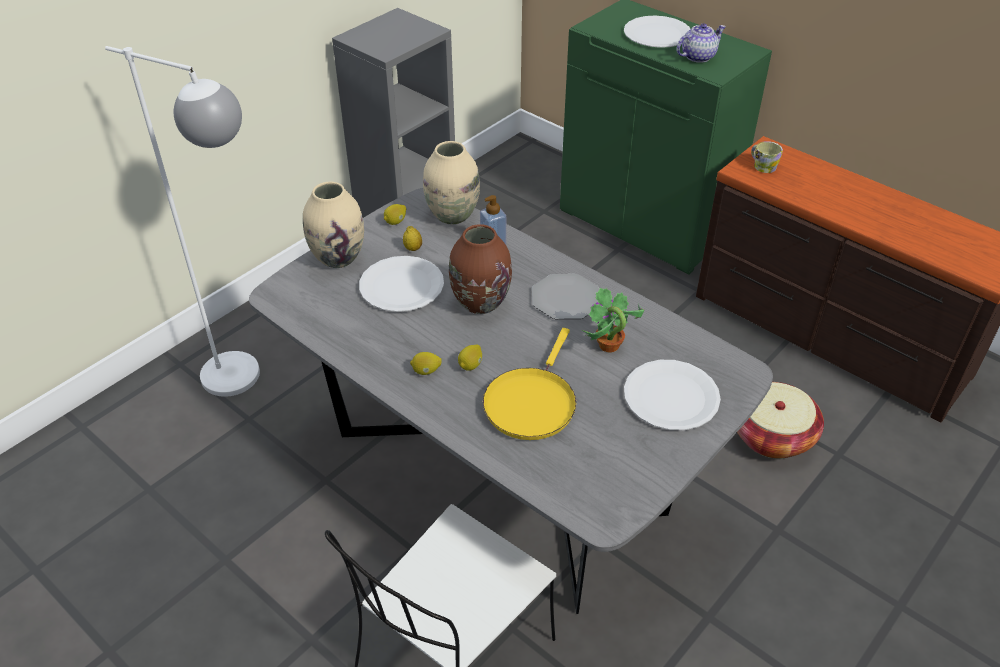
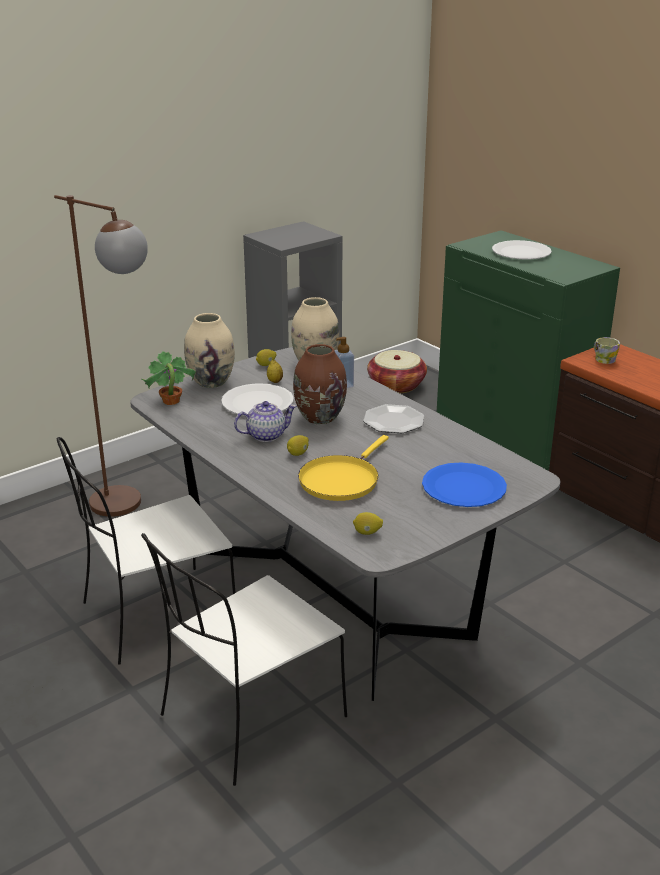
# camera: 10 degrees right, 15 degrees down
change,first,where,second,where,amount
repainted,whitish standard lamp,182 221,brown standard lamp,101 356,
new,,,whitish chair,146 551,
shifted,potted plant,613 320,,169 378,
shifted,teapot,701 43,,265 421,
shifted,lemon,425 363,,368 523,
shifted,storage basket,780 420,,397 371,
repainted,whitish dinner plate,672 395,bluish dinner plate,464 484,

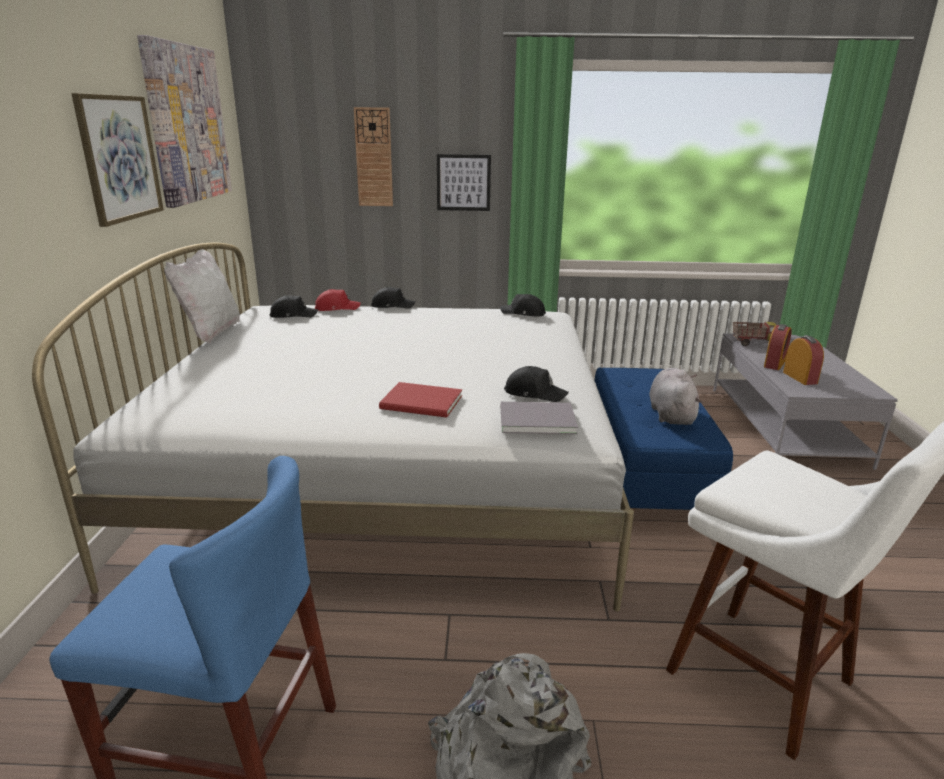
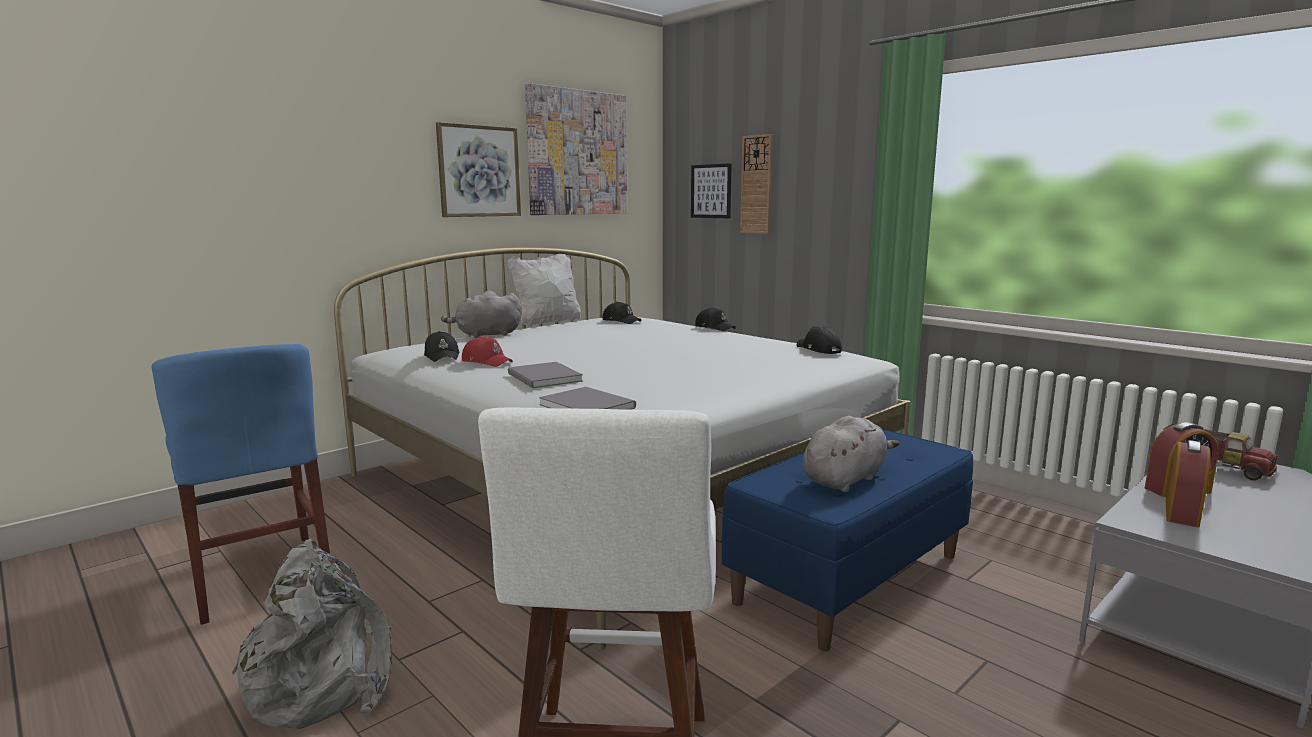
# camera: 45 degrees right, 10 degrees down
change,first,where,second,where,amount
shifted,black cap,536 384,,442 346,
new,,,greyish cuddly toy,481 314,
shifted,reddish cap,338 300,,487 351,
repainted,reddish bound book,420 400,greyish bound book,545 375,
shifted,picture,464 182,,711 190,

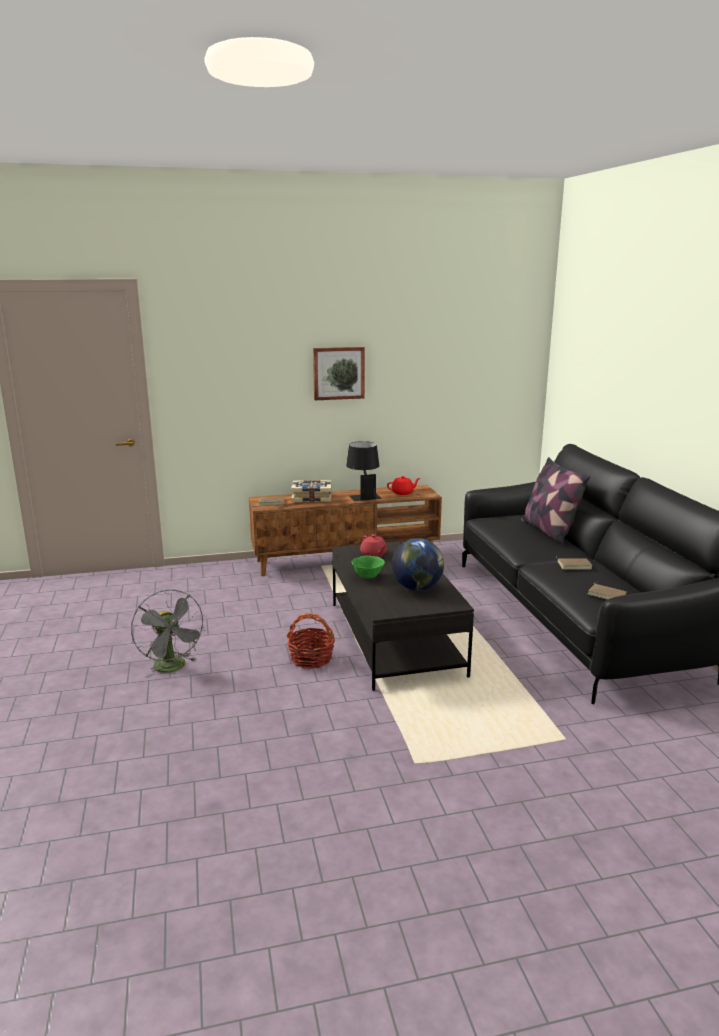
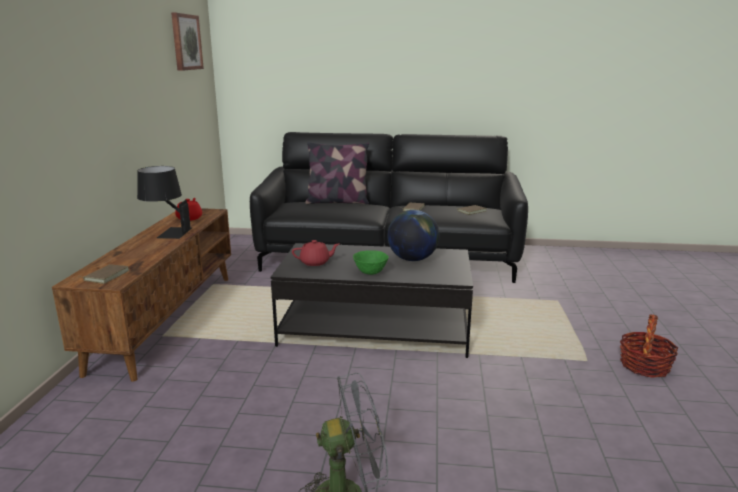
# camera: 70 degrees left, 0 degrees up
change,first,where,second,where,amount
shifted,picture,339 373,,187 42,
shifted,storage basket,311 641,,649 346,
gone,bound book,311 491,,,

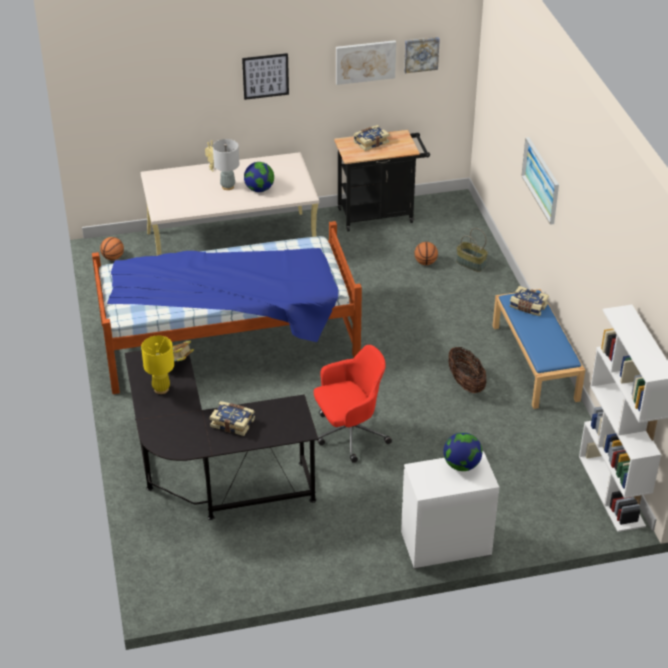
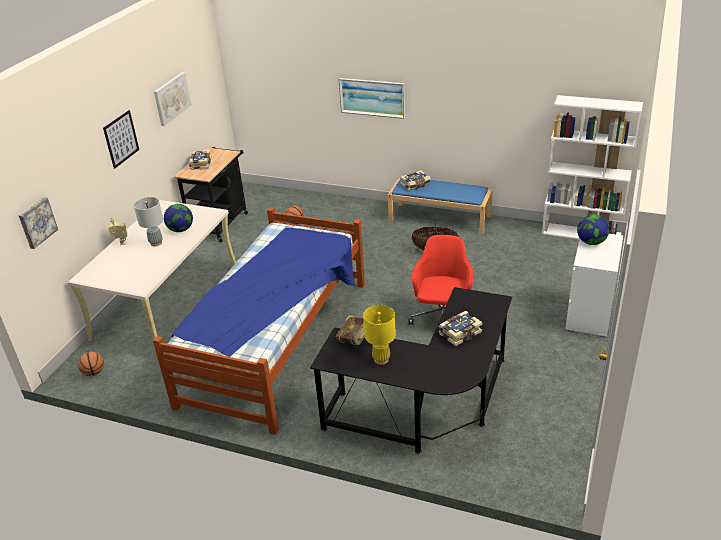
# camera: 55 degrees left, 5 degrees down
change,first,where,second,where,amount
shifted,picture,422 55,,38 223,
gone,storage basket,472 250,,,

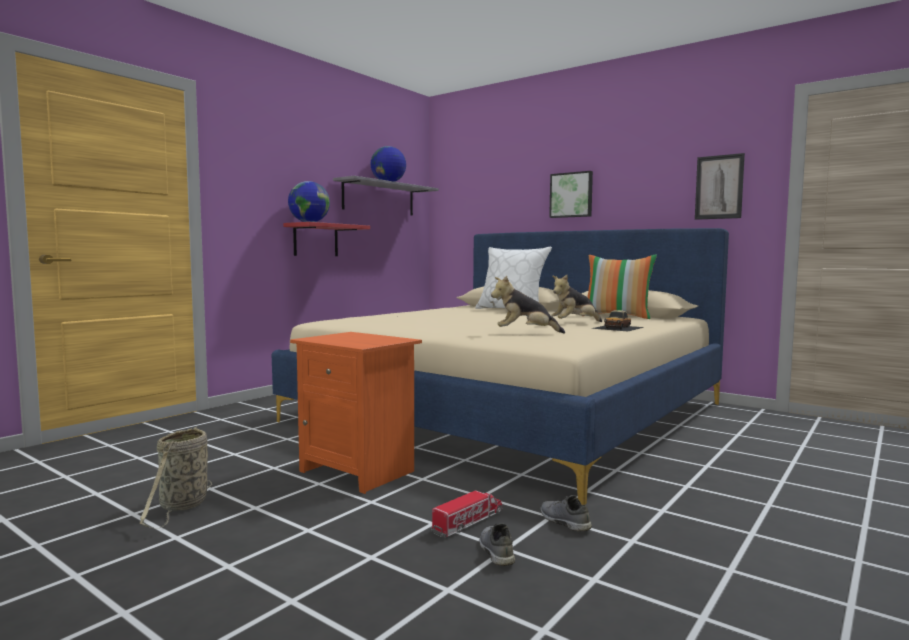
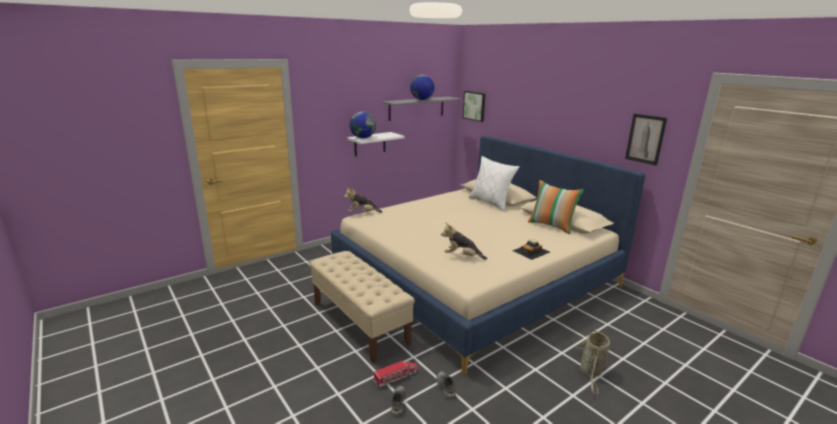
# camera: 15 degrees right, 15 degrees up
change,first,where,second,where,amount
swapped,orange-coloured nightstand,356 413,beige long seat,362 307,
shifted,cuddly toy,576 298,,363 200,
repainted,reddish shelf,326 239,whitish shelf,376 144,
shifted,picture,571 194,,474 106,
shifted,storage basket,176 477,,593 361,

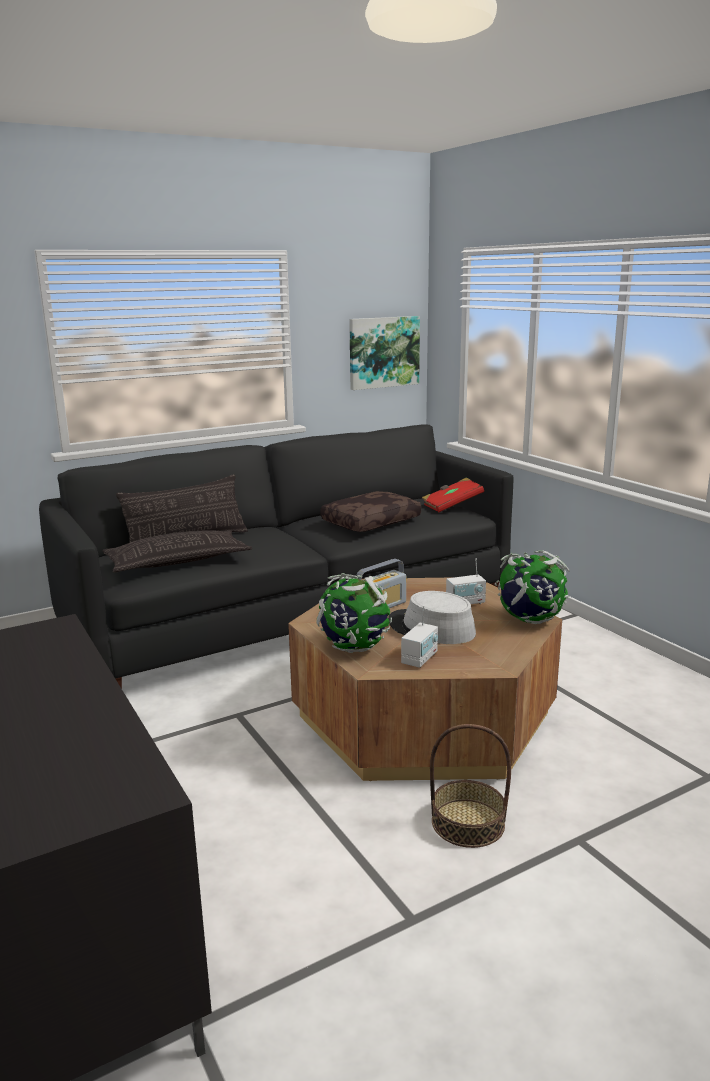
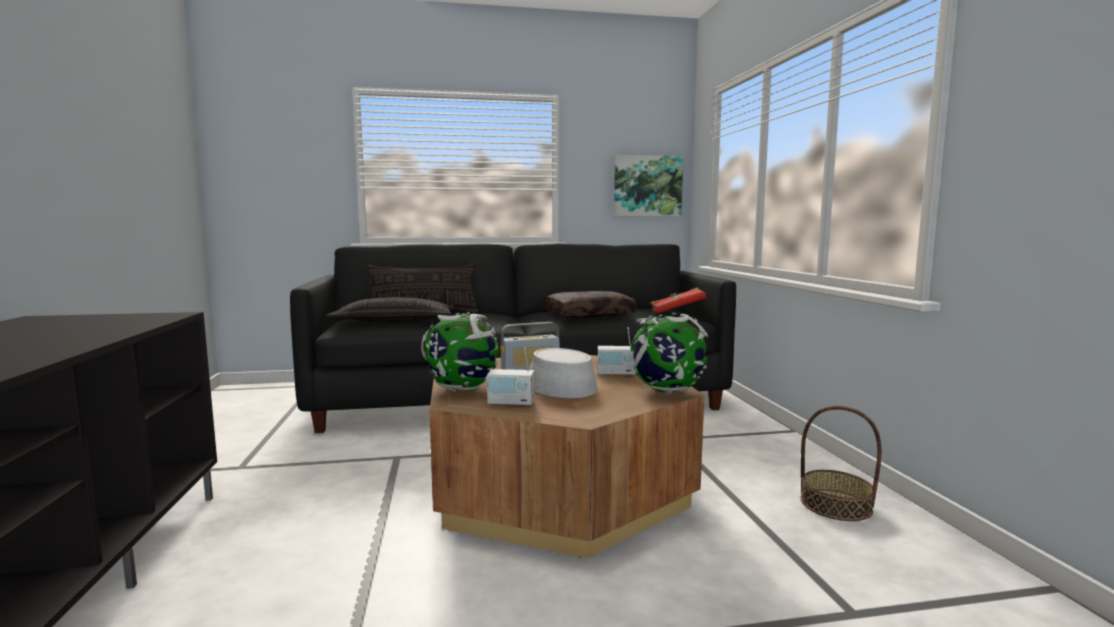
# camera: 20 degrees right, 10 degrees down
change,first,where,second,where,amount
rotated,radio,419 636,,511 377,45 degrees clockwise
shifted,storage basket,470 786,,841 463,

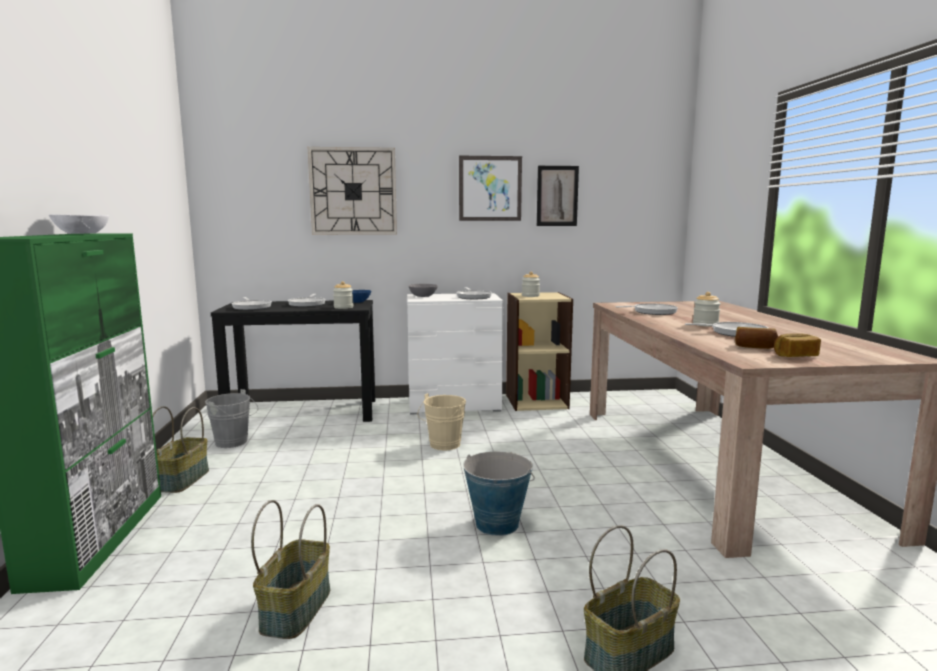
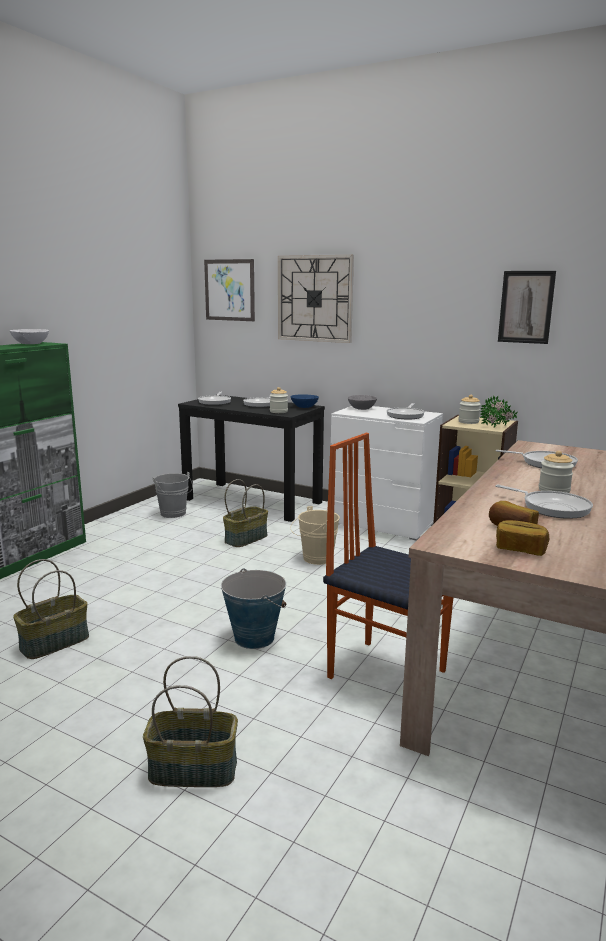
# camera: 35 degrees right, 5 degrees up
change,first,where,second,where,amount
shifted,picture,490 188,,229 290,
shifted,storage basket,180 449,,245 513,
new,,,chair,388 556,
new,,,potted plant,499 411,

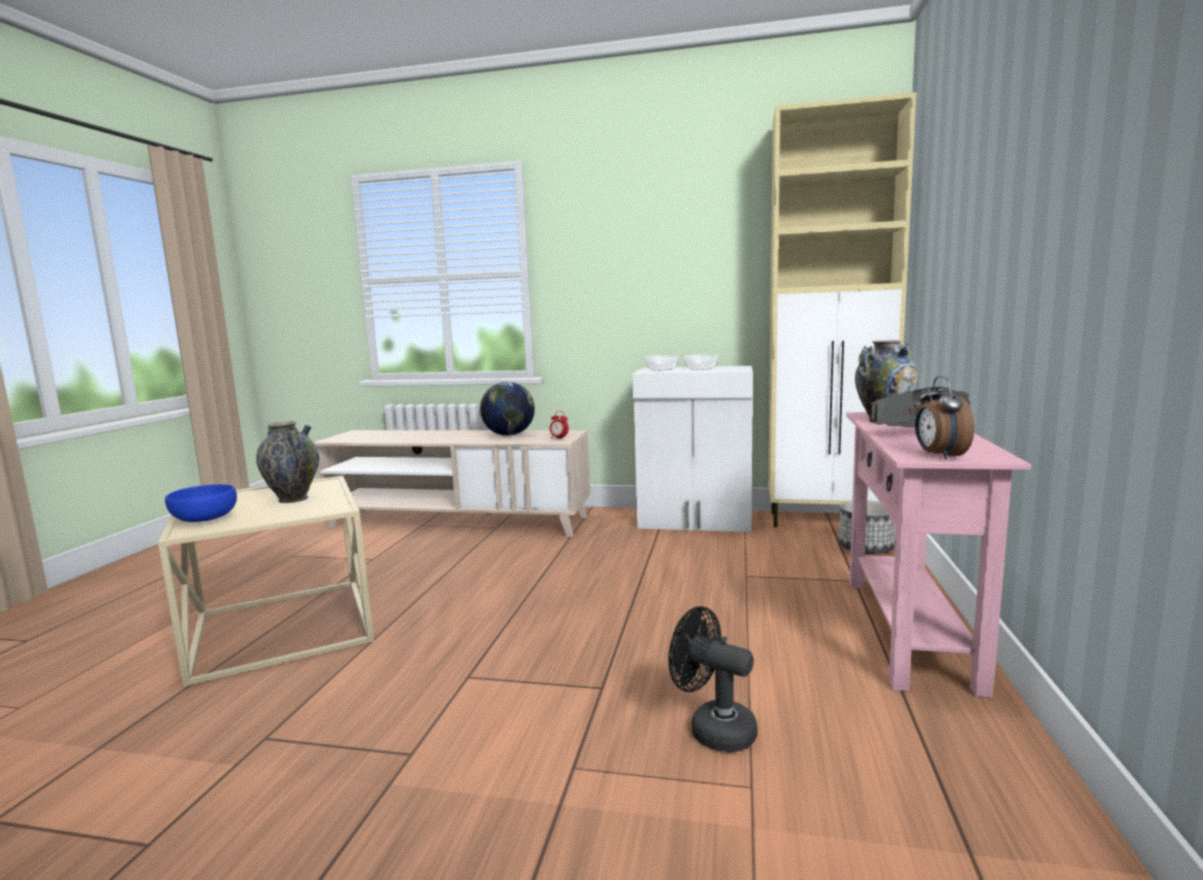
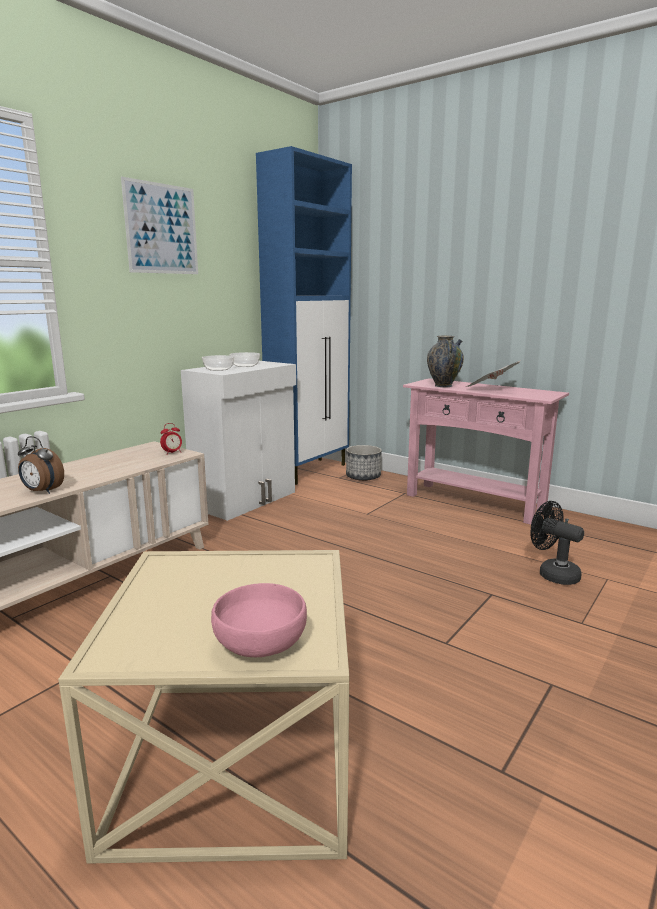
# camera: 65 degrees left, 5 degrees up
change,first,where,second,where,amount
shifted,alarm clock,944 418,,41 465,
new,,,picture,159 225,
repainted,bluish bowl,201 503,pink-coloured bowl,259 620,
repainted,beige cupboard,842 309,bluish cupboard,304 315,
rotated,black cooling fan,713 679,,557 543,75 degrees clockwise
gone,decorative vase,287 462,,,
gone,desk globe,507 409,,,

